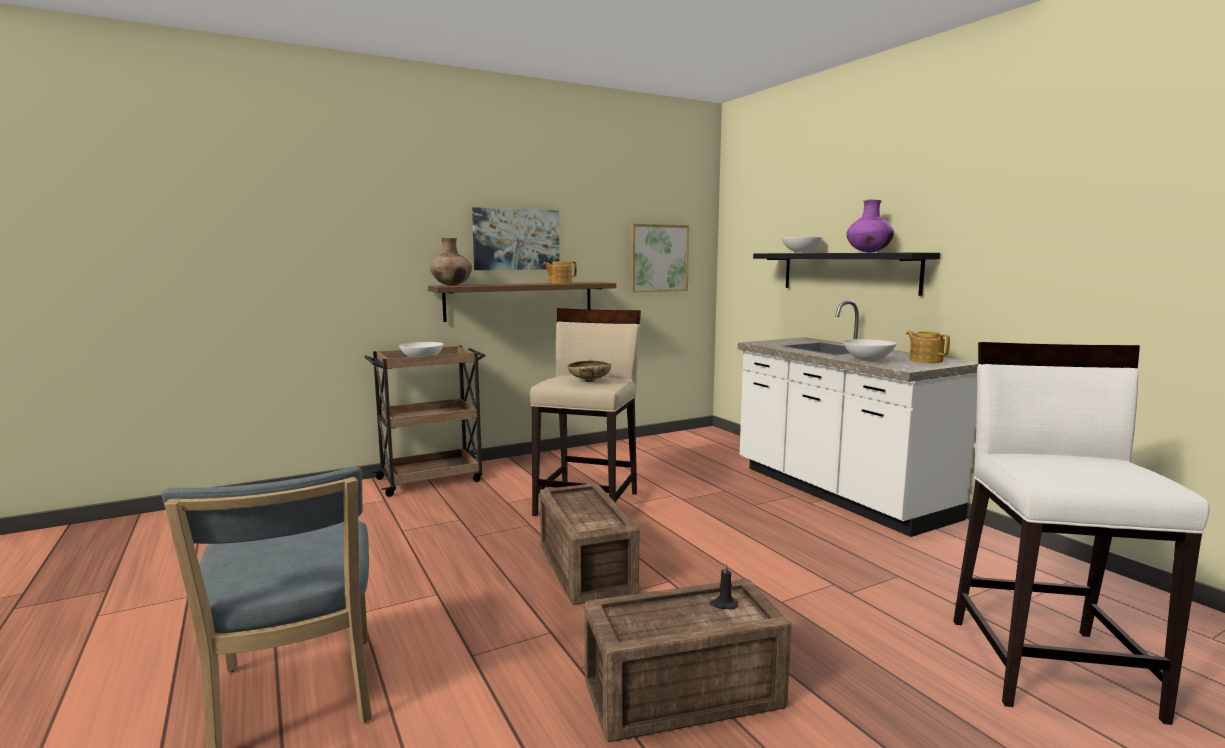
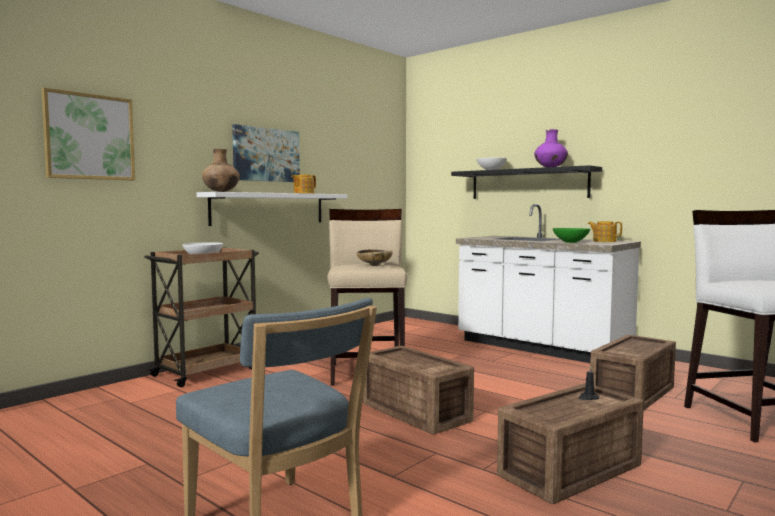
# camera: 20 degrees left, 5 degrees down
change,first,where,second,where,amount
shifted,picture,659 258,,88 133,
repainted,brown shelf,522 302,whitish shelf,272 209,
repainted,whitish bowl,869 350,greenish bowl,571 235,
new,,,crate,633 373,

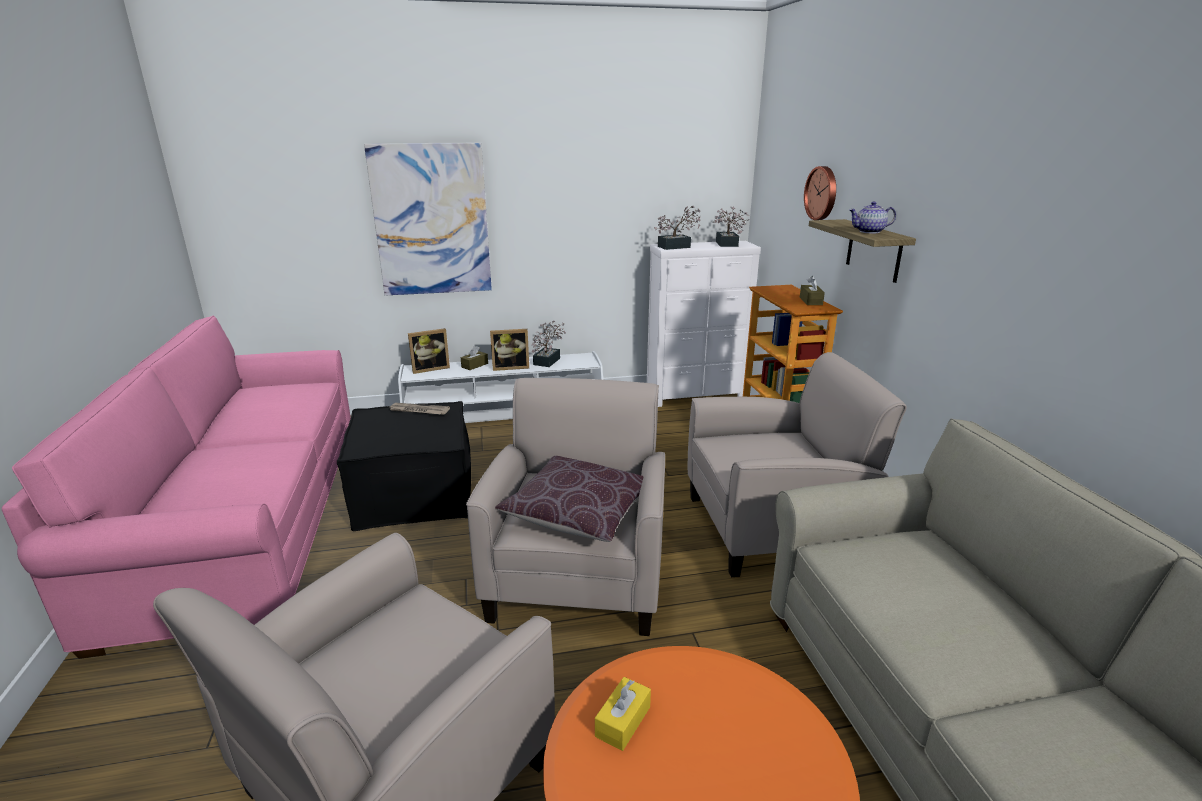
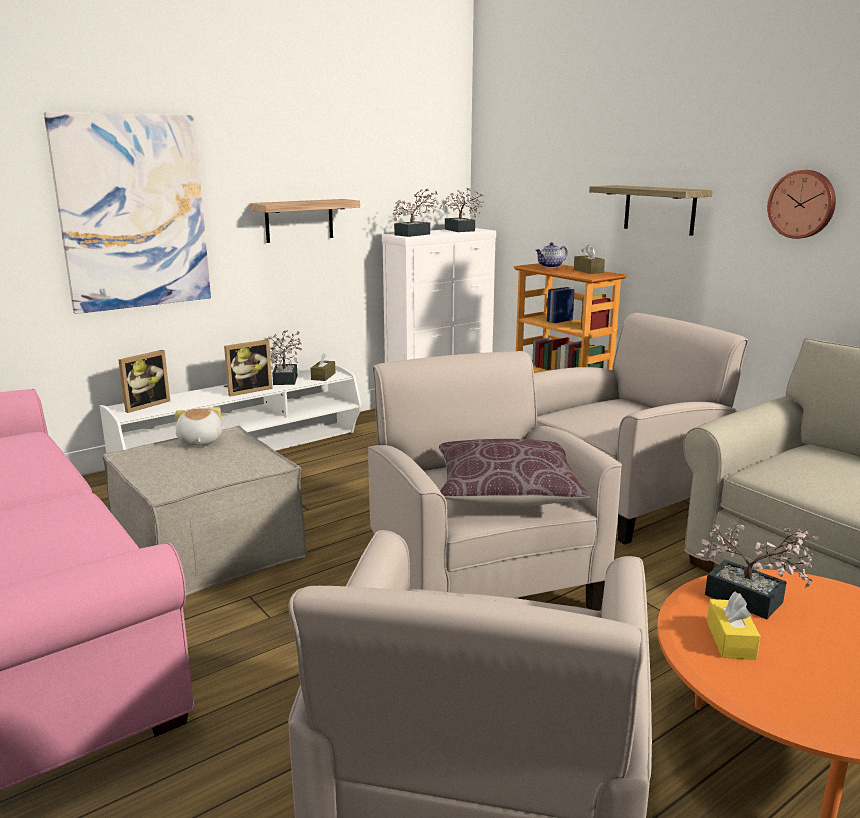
# camera: 25 degrees left, 5 degrees down
change,first,where,second,where,amount
repainted,black pouffe,404 466,beige pouffe,204 511,
swapped,newspaper,420 409,cuddly toy,198 426,
new,,,shelf,305 221,
shifted,brown box of tissues,474 358,,323 367,
shifted,teapot,872 217,,551 255,
new,,,potted plant,757 571,
shifted,wall clock,820 193,,801 204,

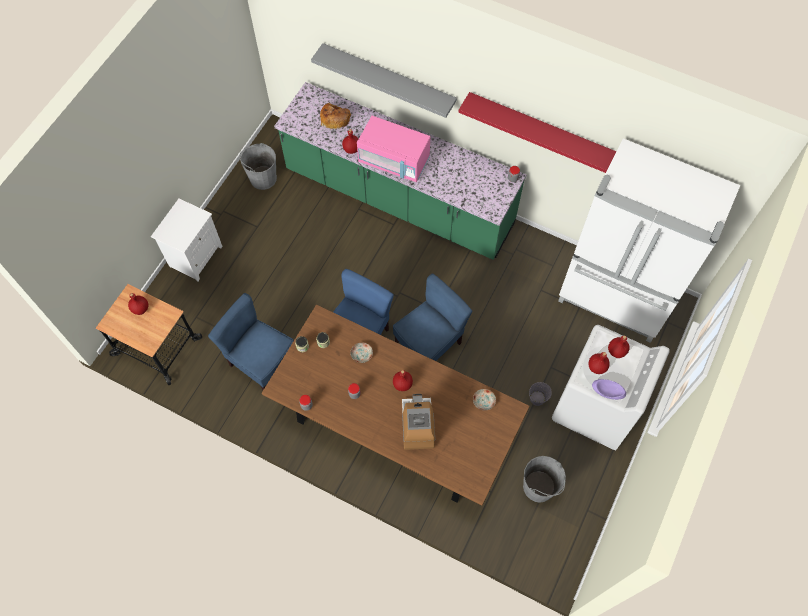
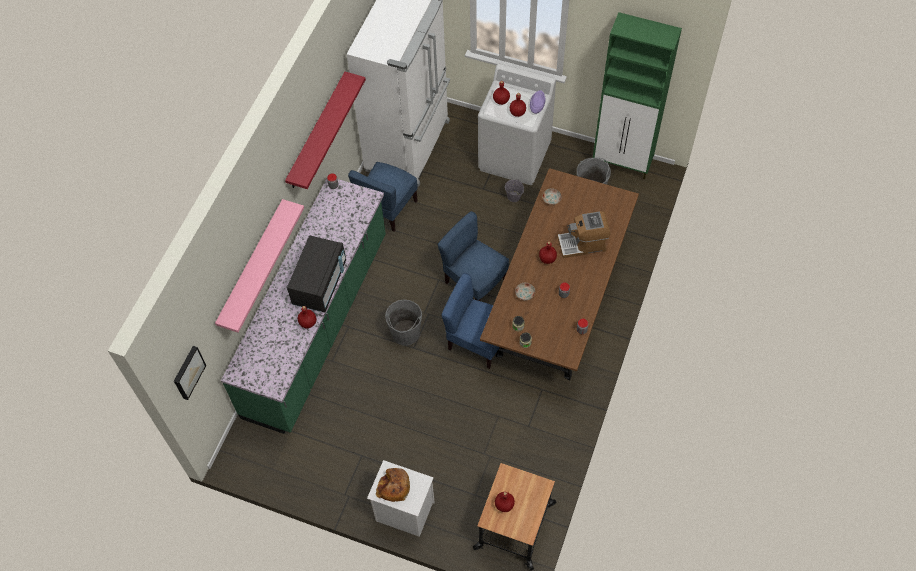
# camera: 95 degrees left, 5 degrees down
change,first,where,second,where,amount
new,,,picture,190 373,
repainted,greyish shelf,384 80,pink-coloured shelf,259 266,
repainted,pink-coloured microwave,393 149,black microwave,316 273,
shifted,bluish chair,250 341,,383 197,
shifted,baked bread,335 116,,393 485,
shifted,greyish bucket,258 166,,403 323,
new,,,greenish cupboard,637 96,

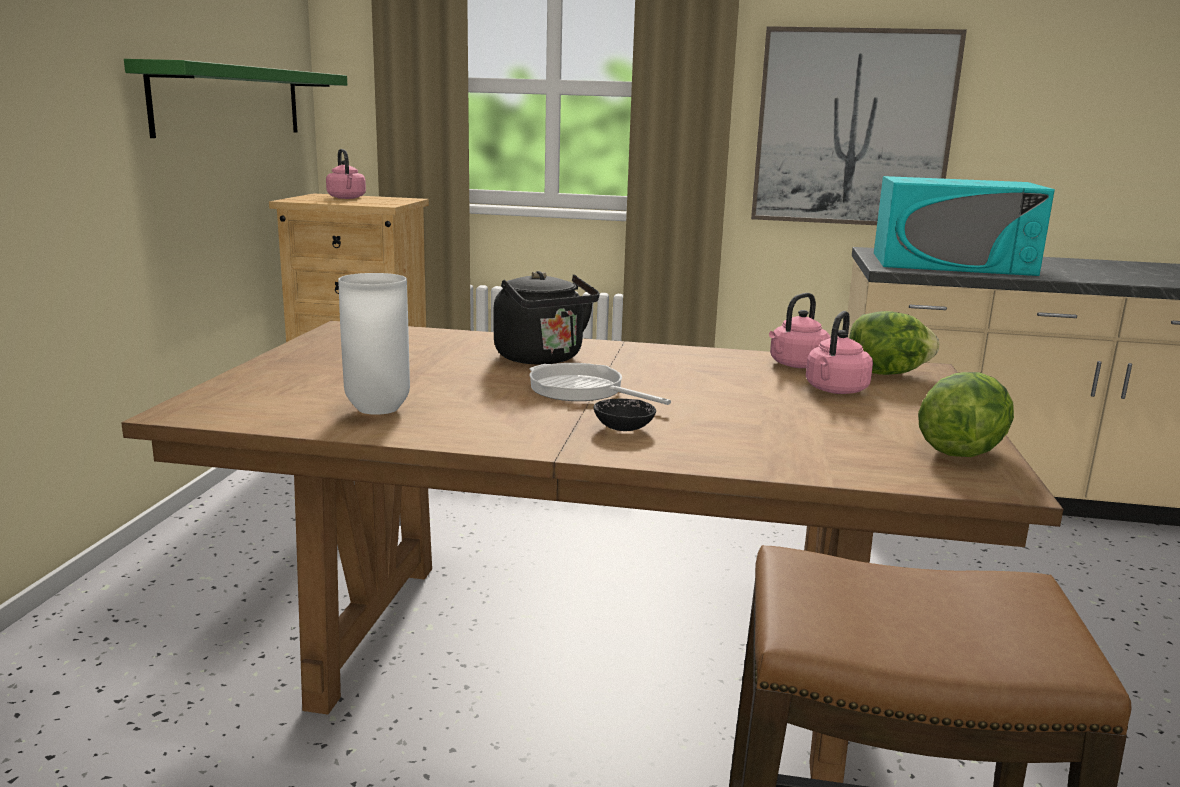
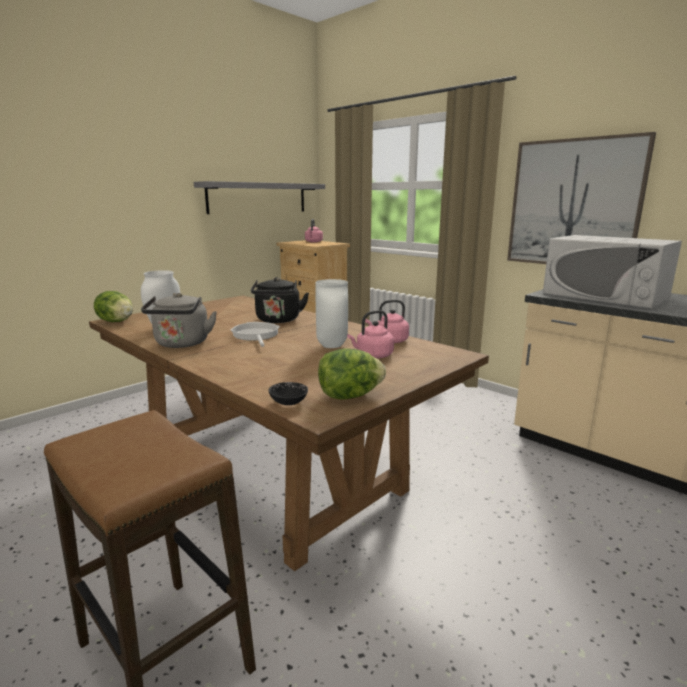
# camera: 35 degrees right, 0 degrees up
change,first,where,second,where,amount
shifted,lettuce,894 343,,113 306,
new,,,greyish tea kettle,179 320,
repainted,greenish shelf,235 98,greyish shelf,259 197,
shifted,black bowl,625 415,,288 393,
new,,,whitish decorative vase,331 313,
repainted,turquoise-coloured microwave,964 226,whitish microwave,612 272,

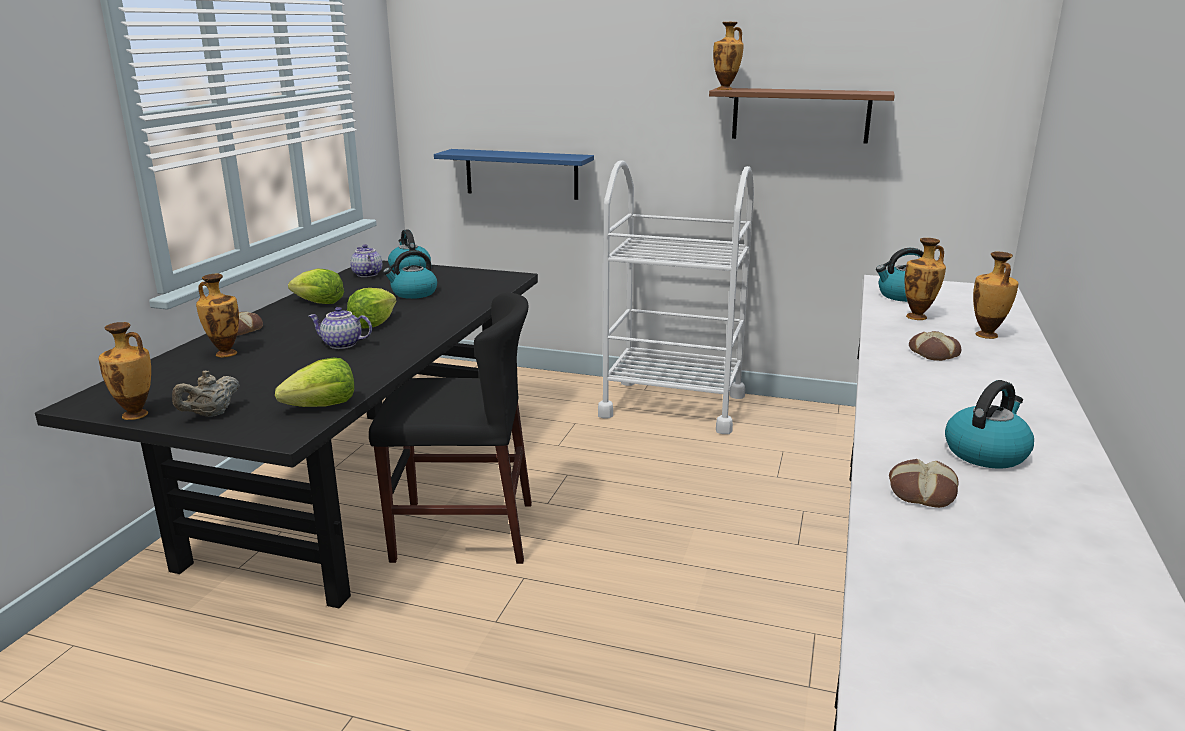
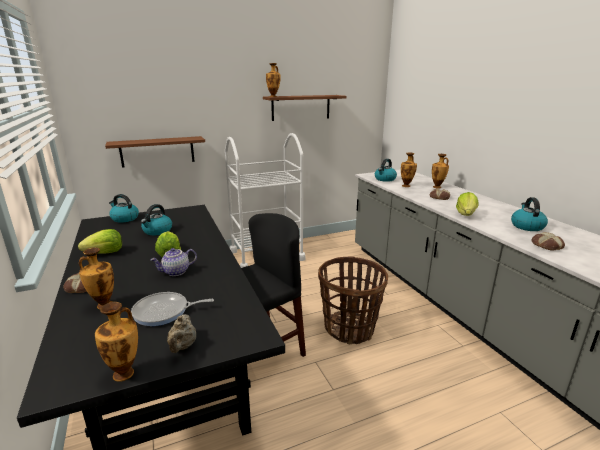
# camera: 40 degrees left, 0 degrees up
change,first,where,second,where,amount
repainted,bluish shelf,514 174,brown shelf,155 152,
new,,,skillet,172 309,
new,,,storage basket,353 300,
shifted,lettuce,314 382,,467 204,
gone,teapot,366 261,,,

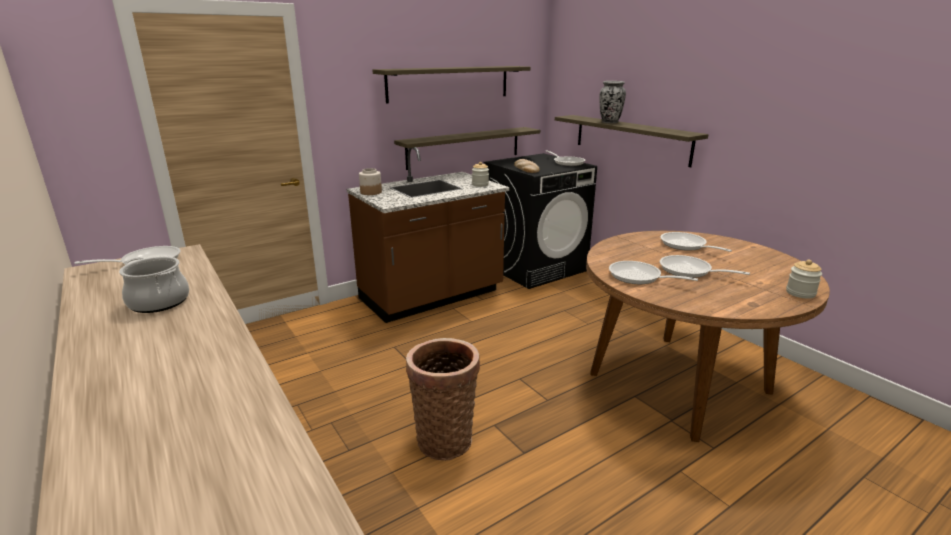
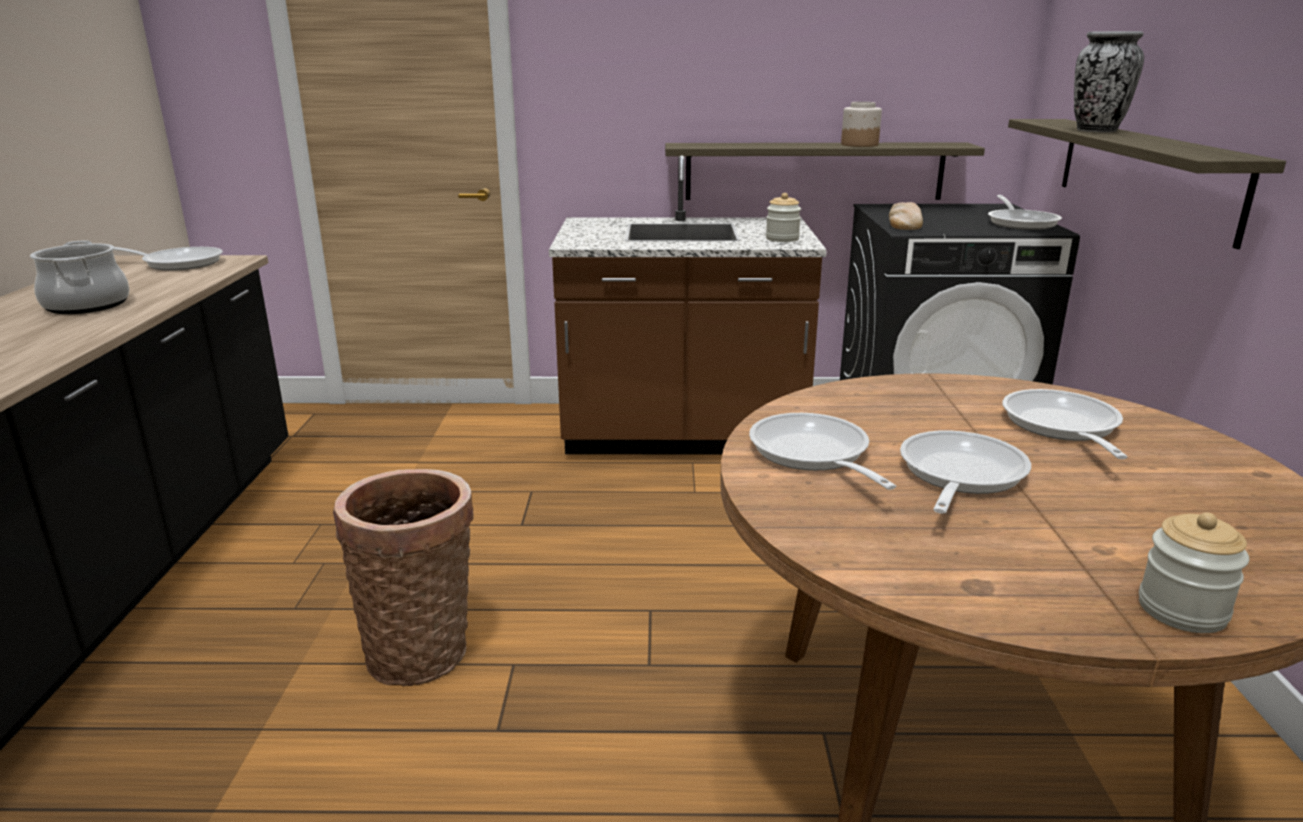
# camera: 35 degrees right, 0 degrees up
change,first,where,second,where,amount
shifted,preserve jar,370 181,,861 124,
rotated,skillet,705 266,,965 472,45 degrees clockwise
gone,shelf,451 85,,,

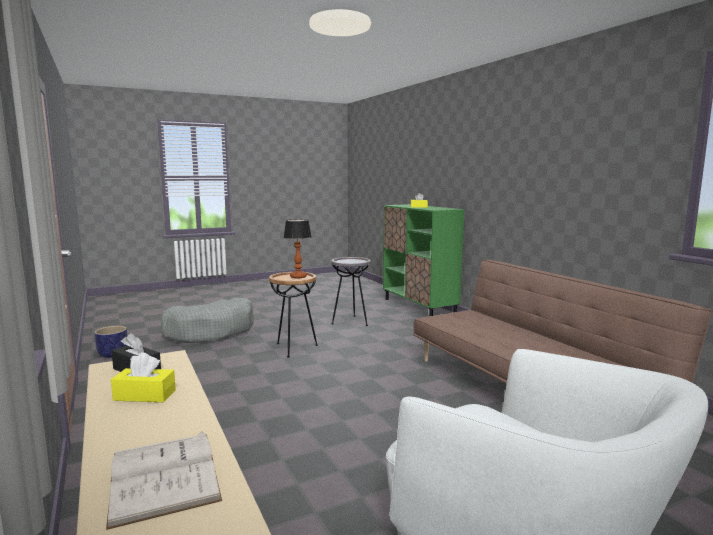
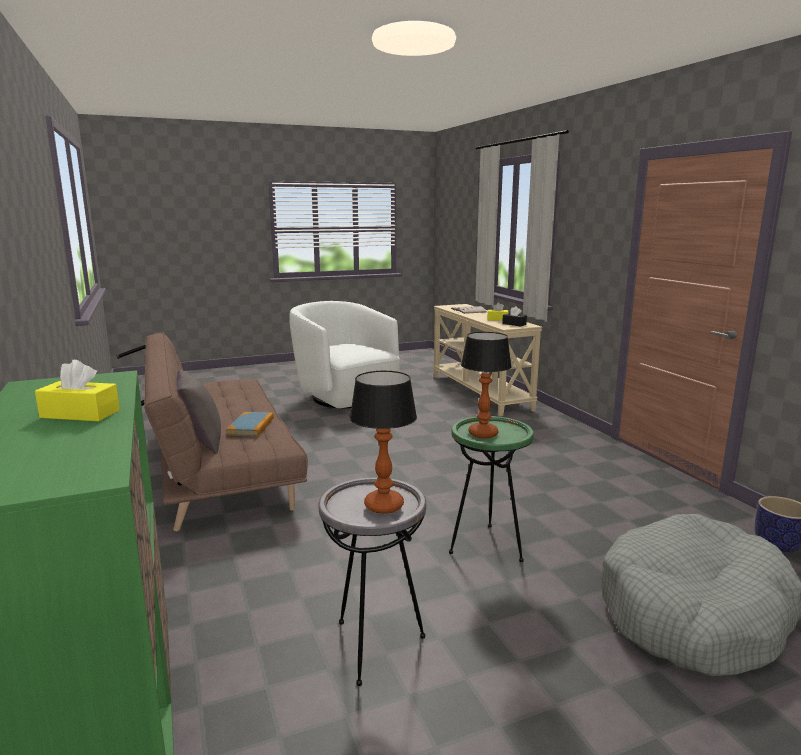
# camera: 175 degrees left, 5 degrees up
change,first,where,second,where,amount
new,,,greyish throw pillow,198 411,
new,,,bound book,250 424,
new,,,lamp for a table,383 442,
repainted,brown end table,293 315,greenish end table,491 489,

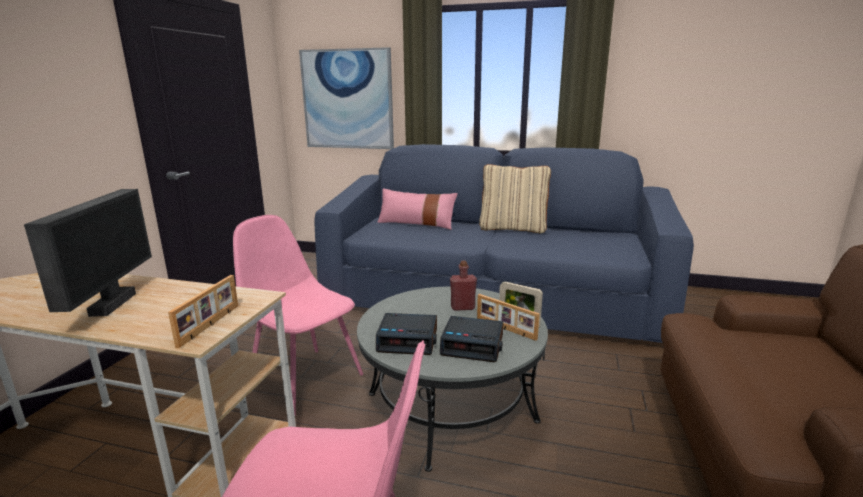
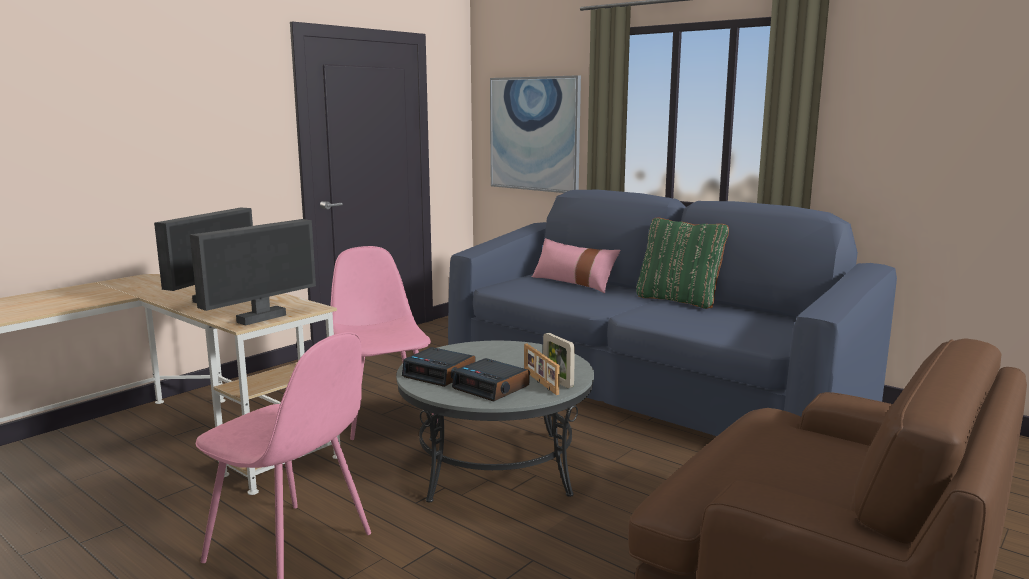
# camera: 25 degrees right, 5 degrees down
change,first,where,second,where,amount
swapped,standing frame,203 311,computer screen,253 272,
repainted,beige throw pillow,515 198,greenish throw pillow,682 263,
gone,reddish beverage bottle,463 286,,,

